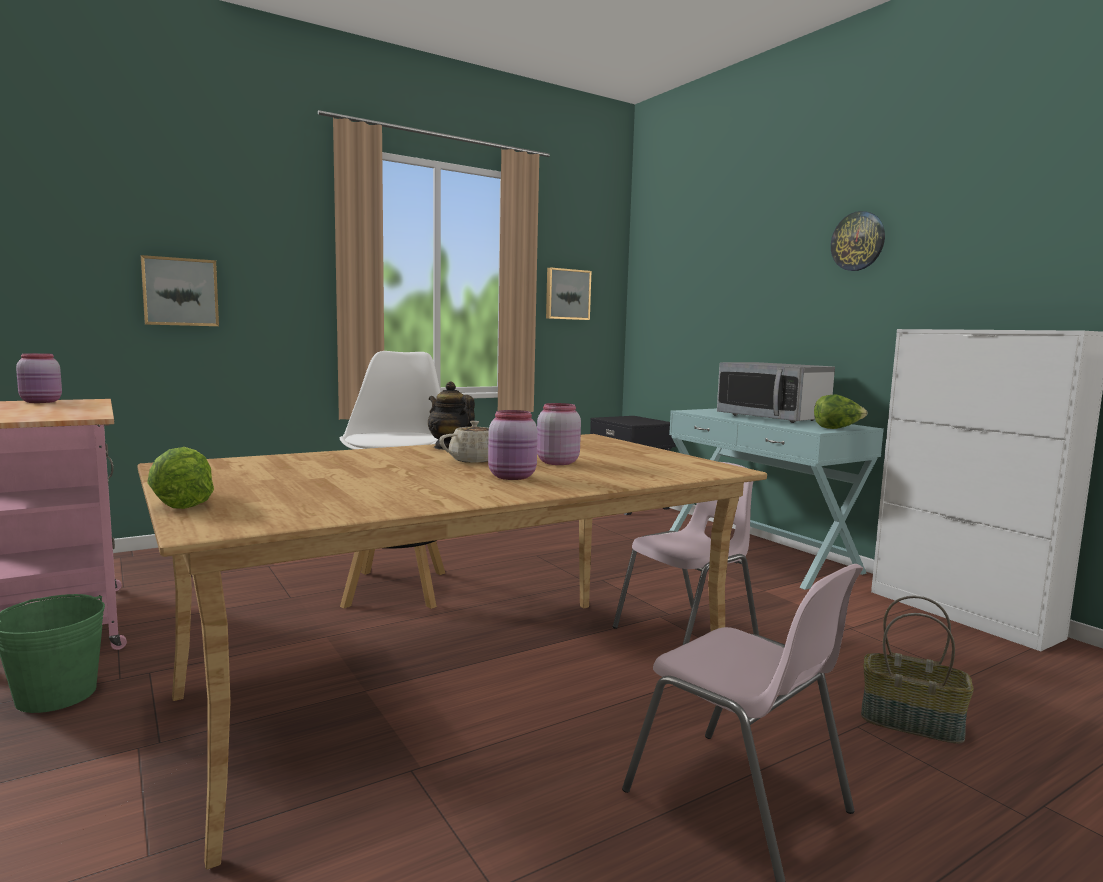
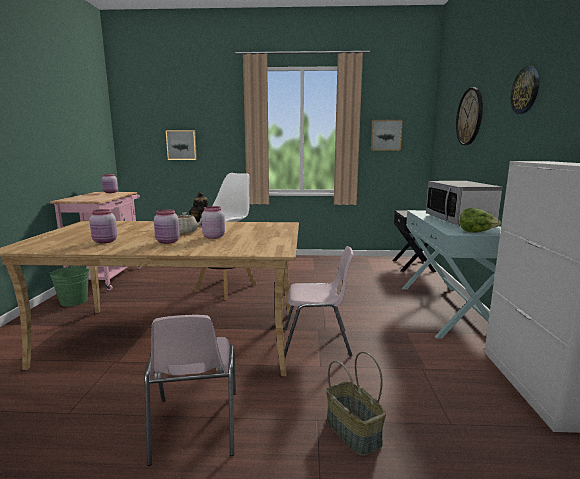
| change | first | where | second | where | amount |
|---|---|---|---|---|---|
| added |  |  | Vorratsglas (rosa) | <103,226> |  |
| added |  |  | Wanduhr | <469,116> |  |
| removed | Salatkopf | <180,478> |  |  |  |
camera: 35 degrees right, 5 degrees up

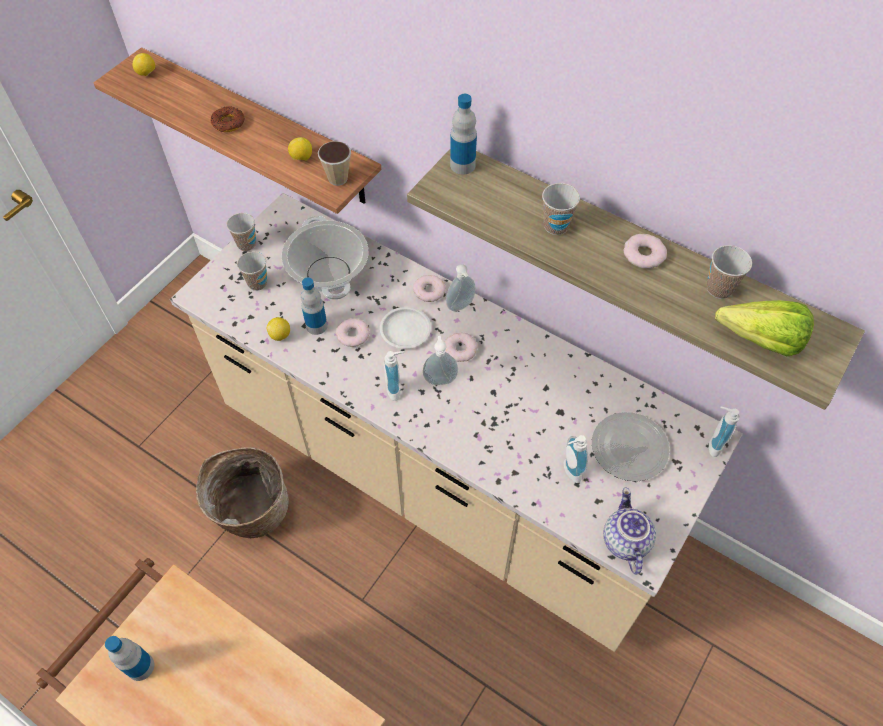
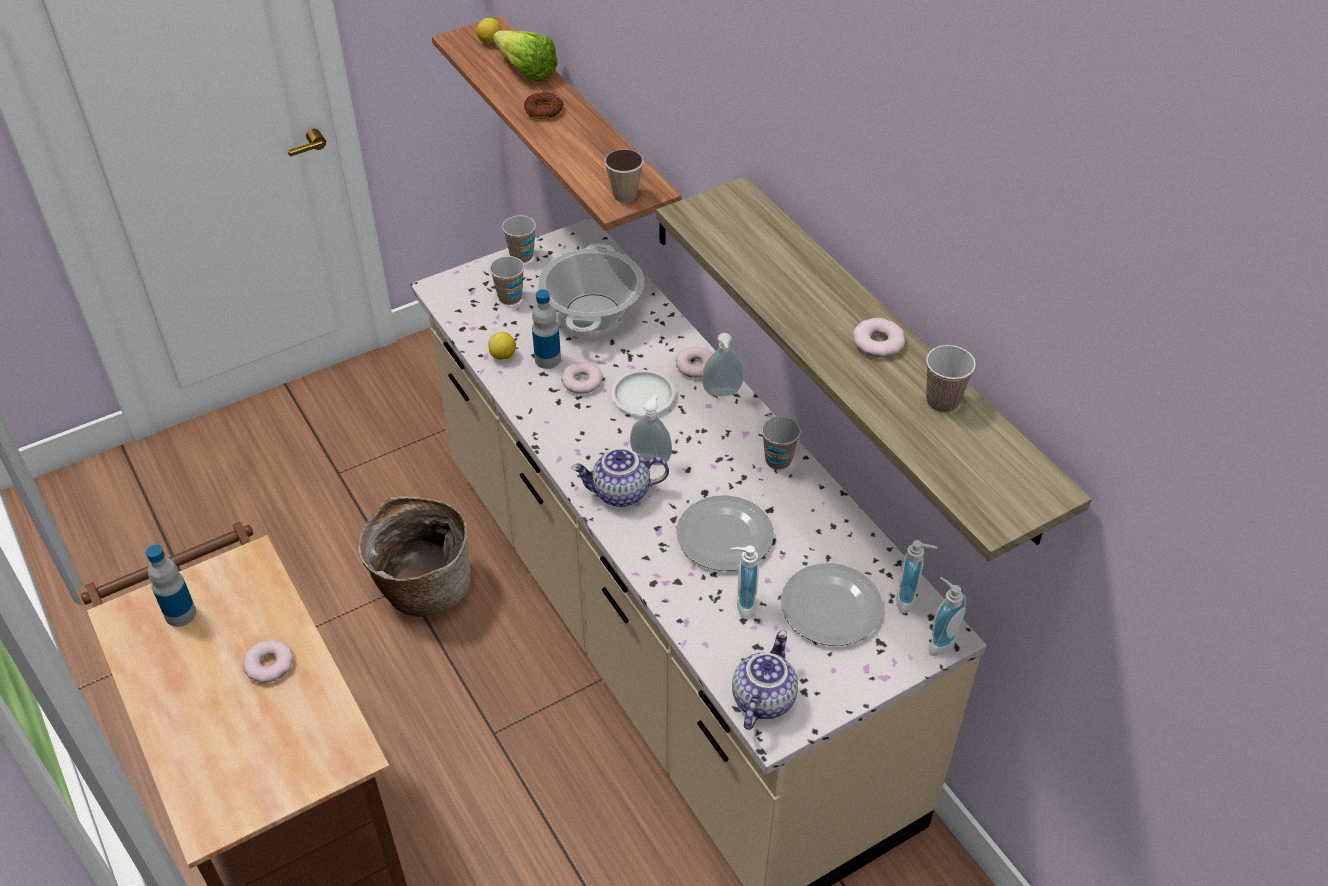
| change | first | where | second | where | amount |
|---|---|---|---|---|---|
| moved | Donut | <461,347> |  | <268,661> |  |
| moved | Salatkopf | <764,328> |  | <525,55> |  |
| added |  |  | Teekanne | <620,477> |  |
| added |  |  | Teller | <725,533> |  |
| moved | Tasse | <561,209> |  | <781,443> |  |
| moved | Seifenspender | <394,376> |  | <916,577> |  |
| removed | Zitrone | <300,148> |  |  |  |
| removed | Flasche | <463,134> |  |  |  |
camera: 25 degrees right, 10 degrees down

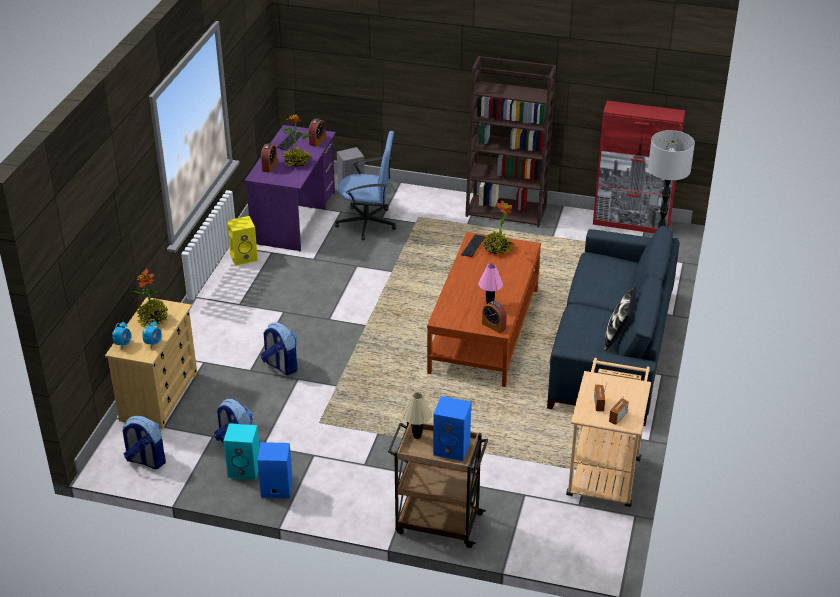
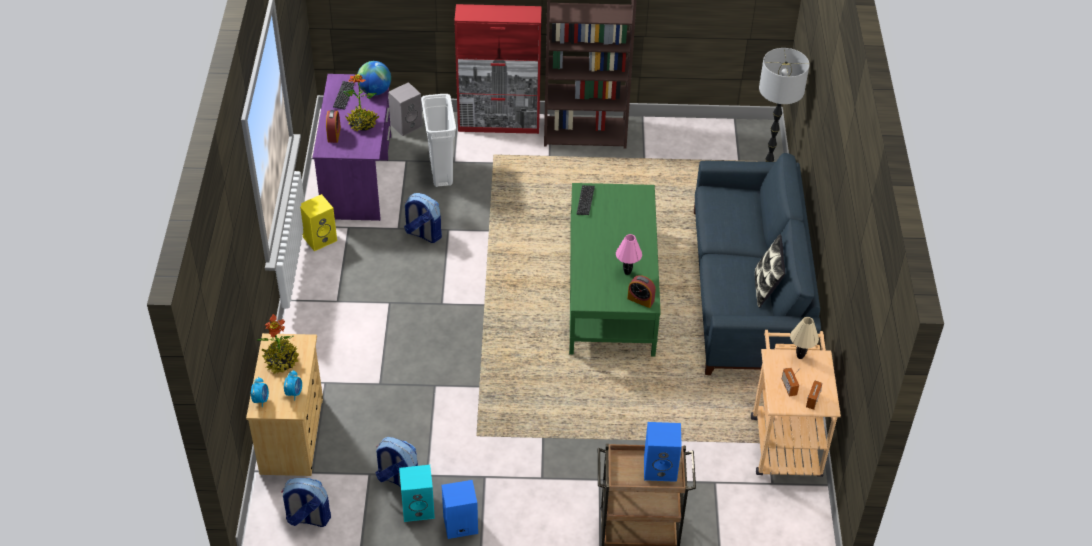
| change | first | where | second | where | amount |
|---|---|---|---|---|---|
| replaced | Wecker | <317,132> | Globus | <374,78> |  |
| moved | Rucksack | <279,348> |  | <423,218> |  |
| replaced | Bürostuhl (blau) | <365,185> | Mülleimer (weiß) | <438,140> |  |
| moved | Schrank (rot) | <639,167> |  | <498,69> |  |
| recoloured | Couchtisch (braun) | <484,309> | Couchtisch (grün) | <615,269> |  |
| moved | Tischlampe (beige) | <417,415> |  | <804,338> |  |
| removed | Topfpflanze | <497,227> |  |  |  |
camera: 15 degrees left, 10 degrees up

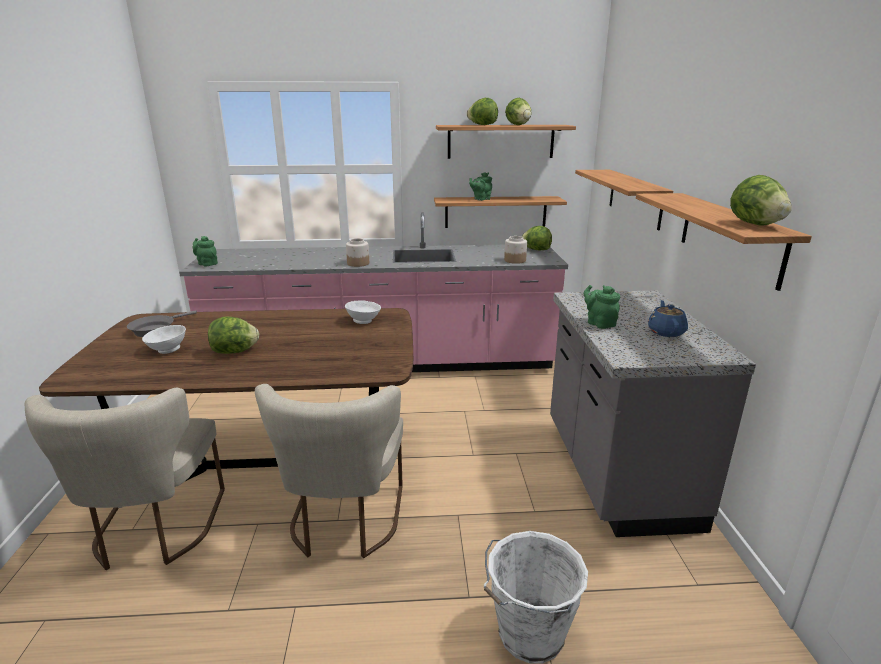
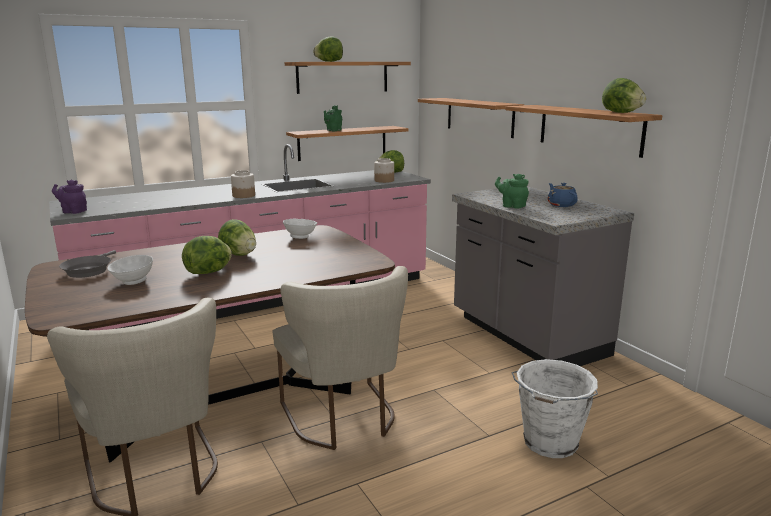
| change | first | where | second | where | amount |
|---|---|---|---|---|---|
| recoloured | Teekanne (grün) | <205,251> | Teekanne (lila) | <69,197> |  |
| moved | Salatkopf | <518,111> |  | <237,237> |  |
camera: 25 degrees left, 5 degrees down

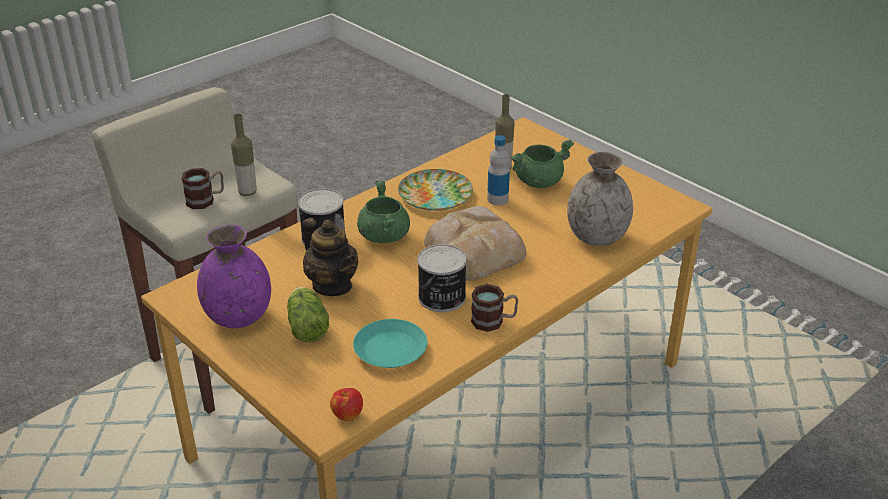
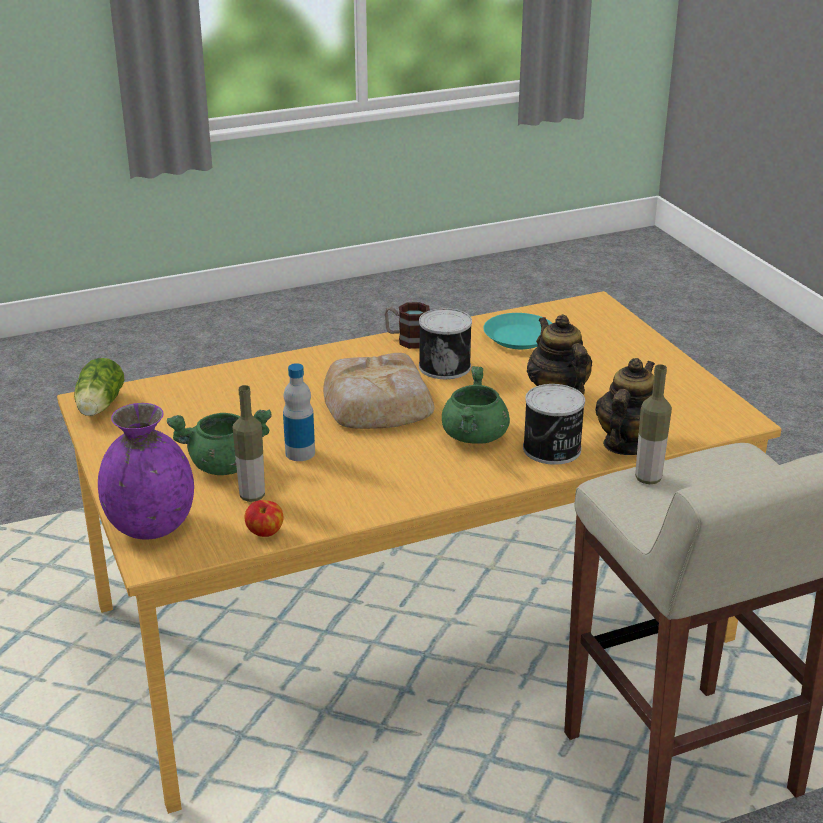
| change | first | where | second | where | amount |
|---|---|---|---|---|---|
| moved | Salatkopf | <308,315> |  | <99,387> |  |
| moved | Vase (lila) | <234,276> |  | <146,471> |  |
| moved | Apfel | <346,404> |  | <264,518> |  |
| added |  |  | Teekanne | <625,406> |  |
| removed | Henkelbecher | <203,188> |  |  |  |
| removed | Teller | <435,190> |  |  |  |
| removed | Vase (grau) | <600,199> |  |  |  |
camera: 160 degrees left, 5 degrees down

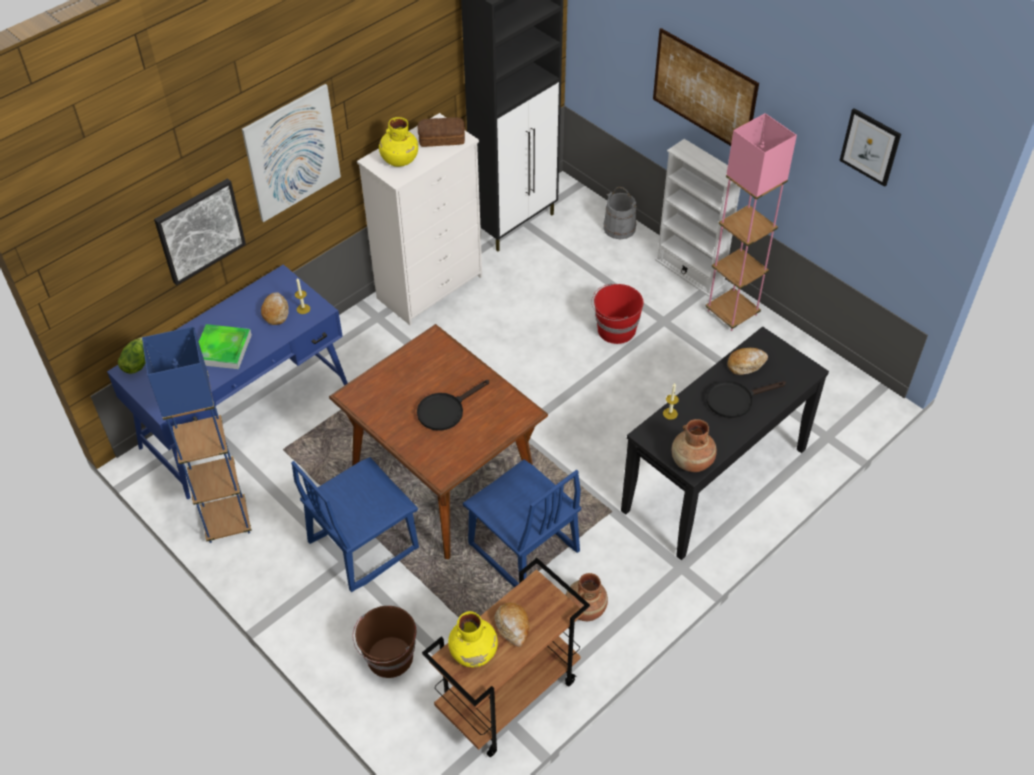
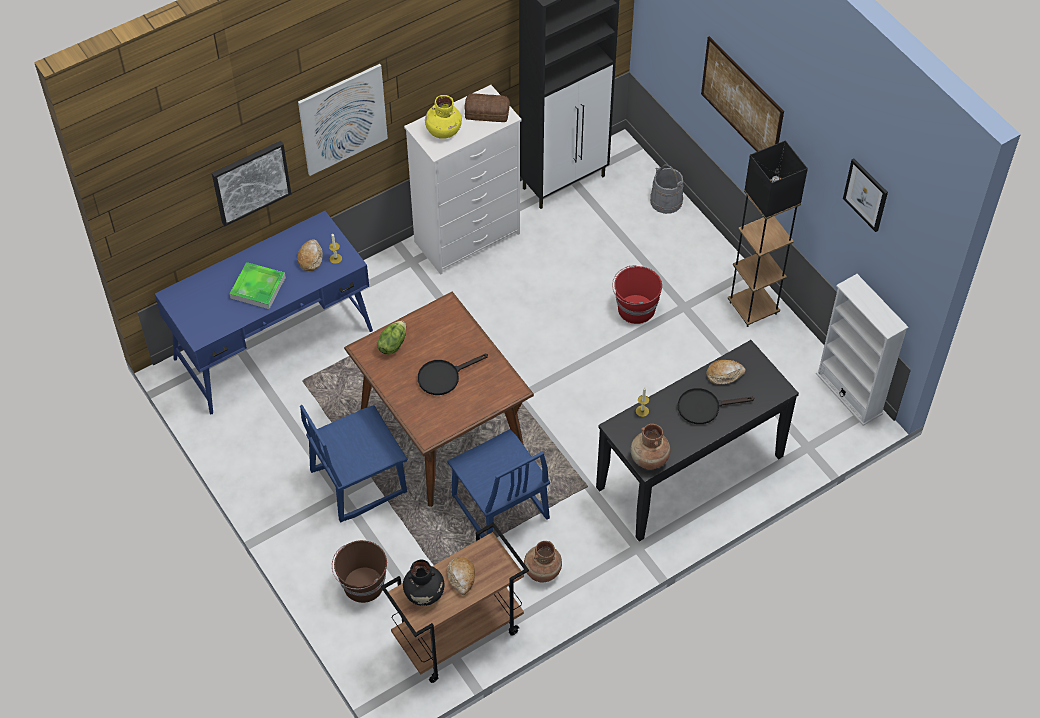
| change | first | where | second | where | amount |
|---|---|---|---|---|---|
| moved | Salatkopf | <131,355> |  | <391,338> |  |
| recoloured | Vase (gelb) | <473,639> | Vase (schwarz) | <423,583> |  |
| recoloured | Stehlampe (rosa) | <751,222> | Stehlampe (schwarz) | <768,233> |  |
| moved | Bücherregal (weiß) | <697,218> |  | <862,350> |  |
| removed | Stehlampe (blau) | <196,434> |  |  |  |
camera: 10 degrees right, 5 degrees up

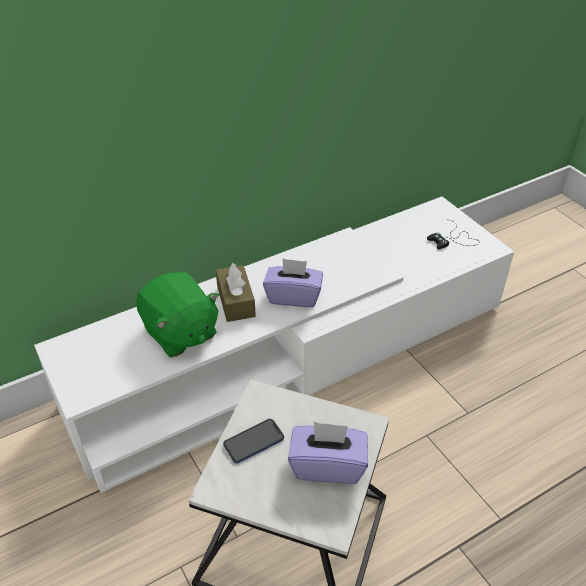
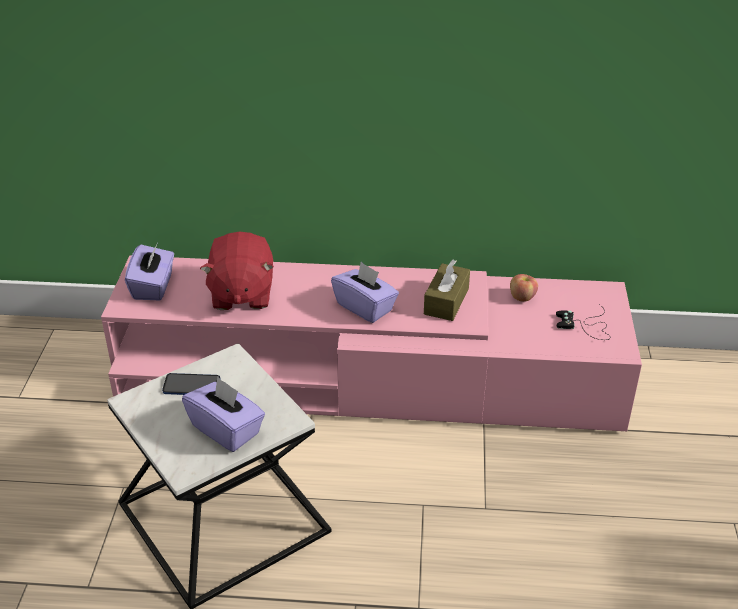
| change | first | where | second | where | amount |
|---|---|---|---|---|---|
| recoloured | Fernsehschrank (weiß) | <274,344> | Fernsehschrank (rosa) | <371,343> |  |
| added |  |  | Taschentuchbox (lila) | <149,272> |  |
| recoloured | Plüschtier (grün) | <177,315> | Plüschtier (rot) | <237,271> |  |
| moved | Taschentuchbox (braun) | <236,292> |  | <447,290> |  |
| added |  |  | Apfel | <524,288> |  |
camera: 35 degrees right, 5 degrees down

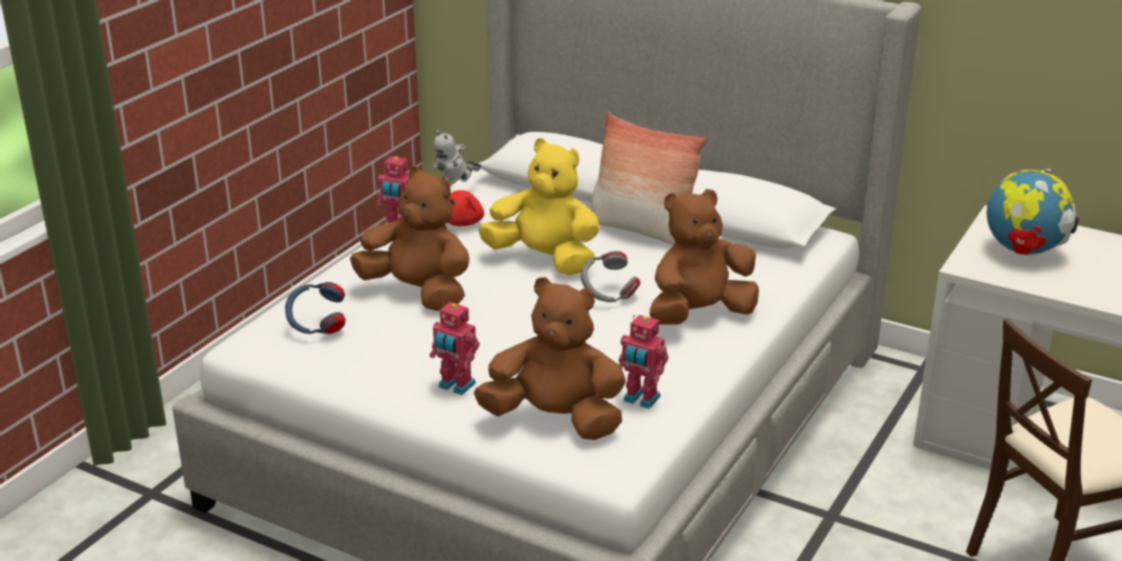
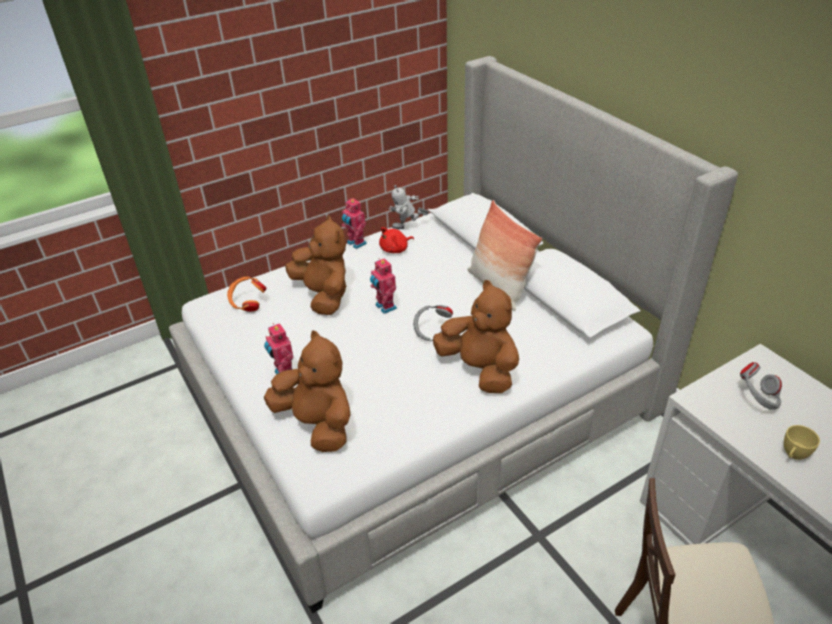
| change | first | where | second | where | amount |
|---|---|---|---|---|---|
| recoloured | Kopfhörer (blau) | <315,308> | Kopfhörer (orange) | <246,294> |  |
| moved | Spielzeugroboter | <643,362> |  | <383,286> |  |
| turned | Plüschtier (braun) | <704,256> |  | <476,336> | 45 degrees clockwise |
| replaced | Globus | <1033,212> | Kopfhörer (grau) | <761,386> |  |
| added |  |  | Tasse (gelb) | <802,442> |  |
| removed | Plüschtier (gelb) | <539,206> |  |  |  |
camera: 30 degrees right, 10 degrees up

